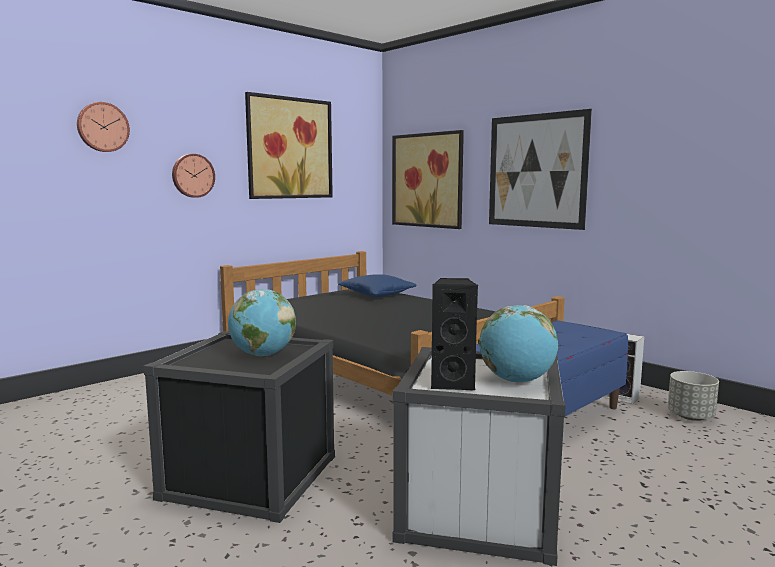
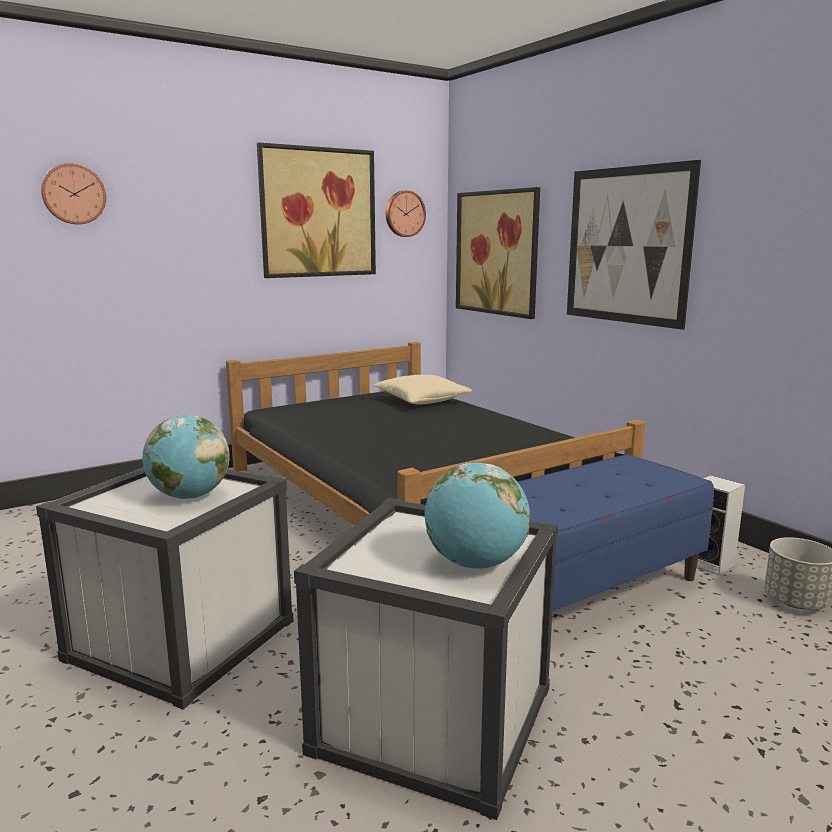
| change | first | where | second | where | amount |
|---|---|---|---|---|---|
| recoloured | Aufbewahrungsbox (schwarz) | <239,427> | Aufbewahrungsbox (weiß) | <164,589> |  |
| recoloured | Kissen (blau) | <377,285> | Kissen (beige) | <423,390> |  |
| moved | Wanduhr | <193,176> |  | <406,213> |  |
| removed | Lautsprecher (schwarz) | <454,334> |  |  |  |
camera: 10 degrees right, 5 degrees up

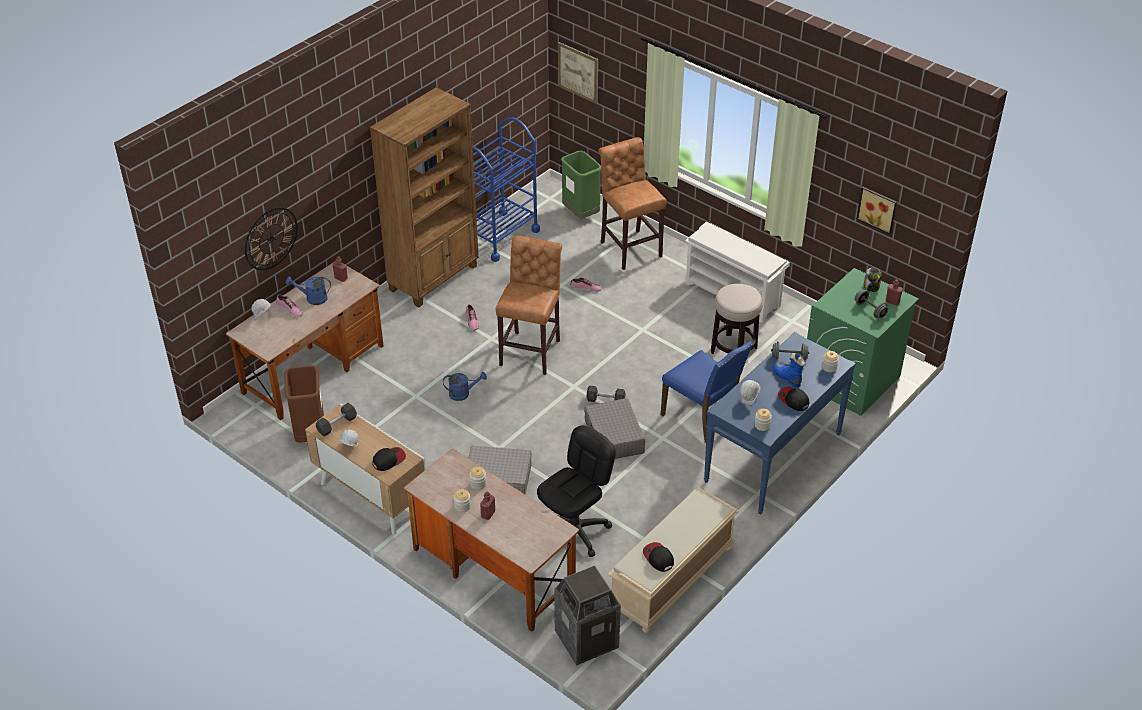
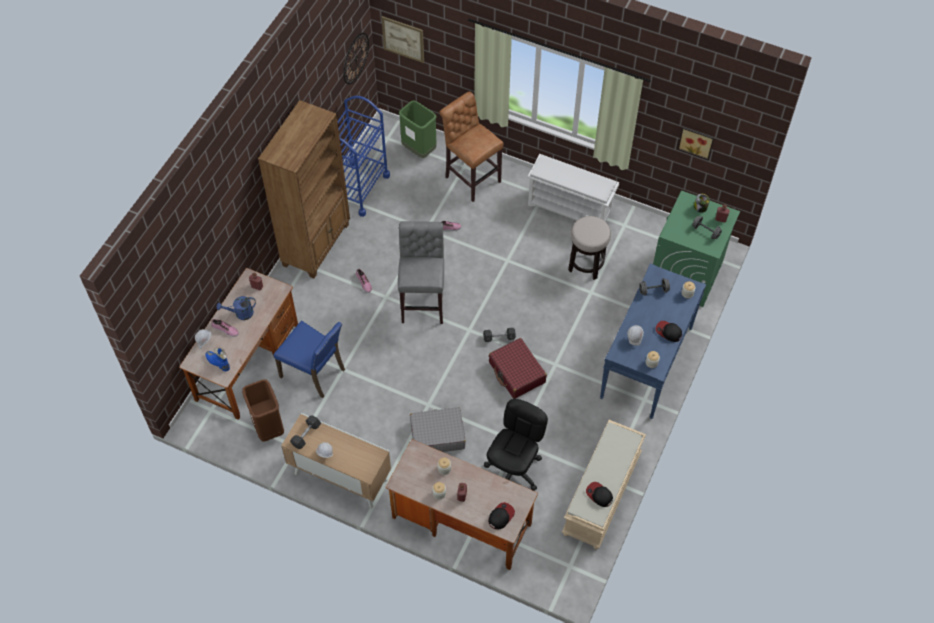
| change | first | where | second | where | amount |
|---|---|---|---|---|---|
| moved | Stiefel (blau) | <789,370> |  | <218,359> |  |
| moved | Stuhl (blau) | <707,392> |  | <309,359> |  |
| moved | Wanduhr | <271,238> |  | <356,59> |  |
| recoloured | Hocker (braun) | <529,305> | Hocker (grau) | <421,272> |  |
| moved | Kappe | <389,459> |  | <501,515> |  |
| recoloured | Koffer (grau) | <614,428> | Koffer (rot) | <518,368> |  |
| removed | Gießkanne (blau) | <465,386> |  |  |  |
| removed | Mülleimer | <587,615> |  |  |  |
camera: 15 degrees left, 15 degrees up

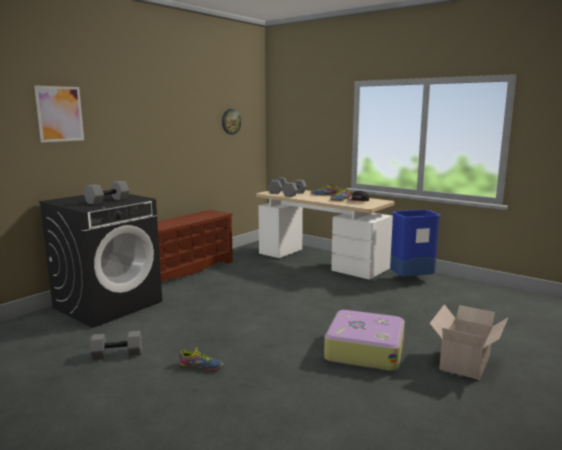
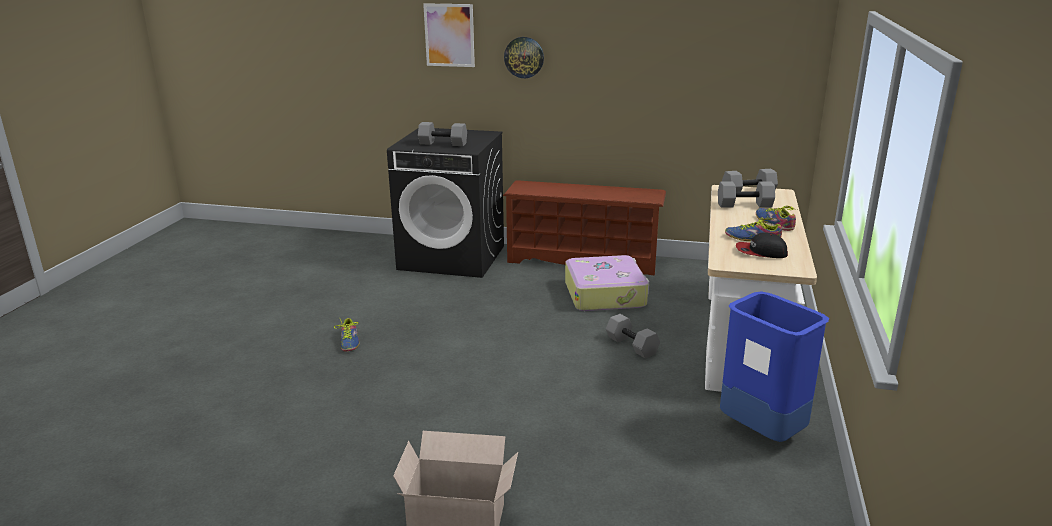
| change | first | where | second | where | amount |
|---|---|---|---|---|---|
| moved | Wanduhr | <231,122> |  | <524,57> |  |
| moved | Koffer | <364,340> |  | <607,283> |  |
| moved | Hantel (grau) | <116,345> |  | <633,336> |  |
camera: 65 degrees right, 10 degrees up

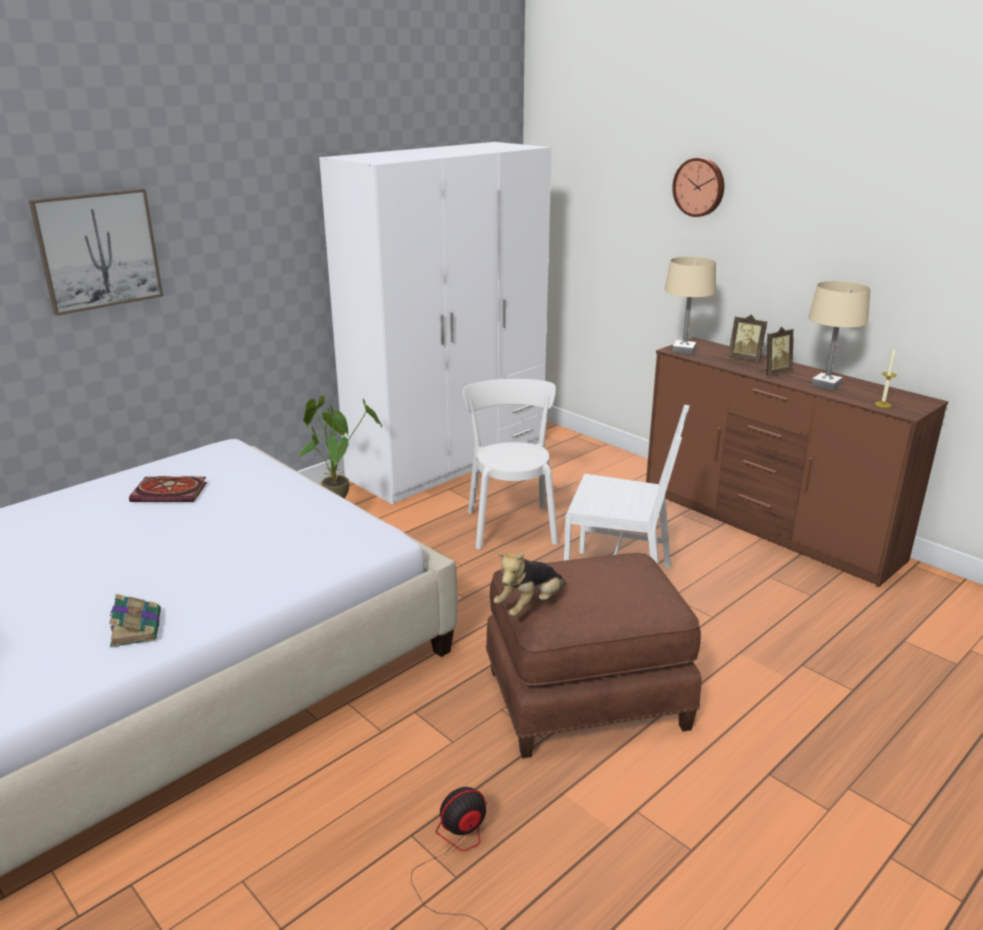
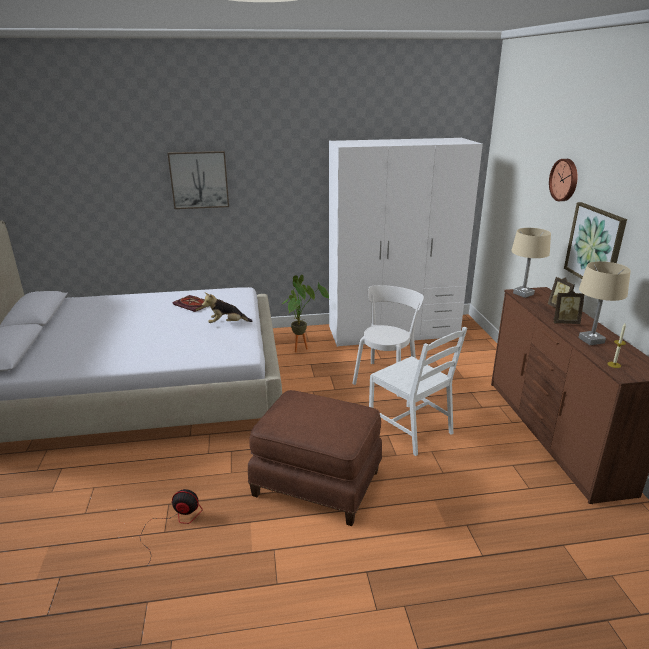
| change | first | where | second | where | amount |
|---|---|---|---|---|---|
| moved | Plüschtier | <530,584> |  | <227,307> |  |
| added |  |  | Bild | <595,240> |  |
| removed | Buch | <135,621> |  |  |  |
camera: 35 degrees right, 0 degrees up

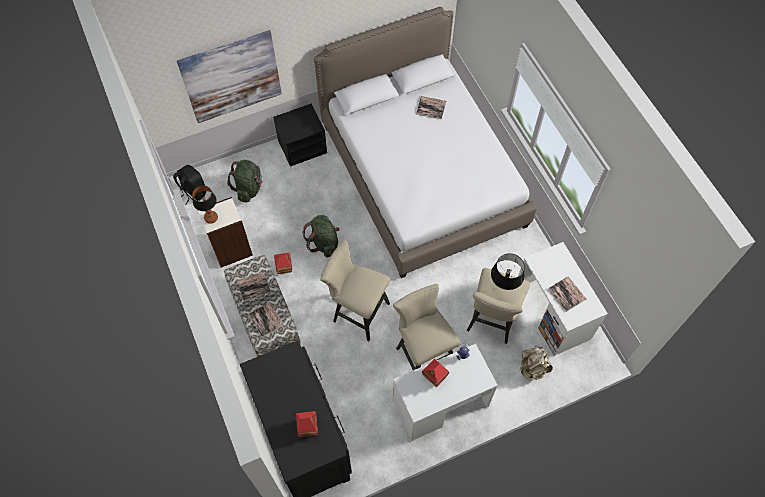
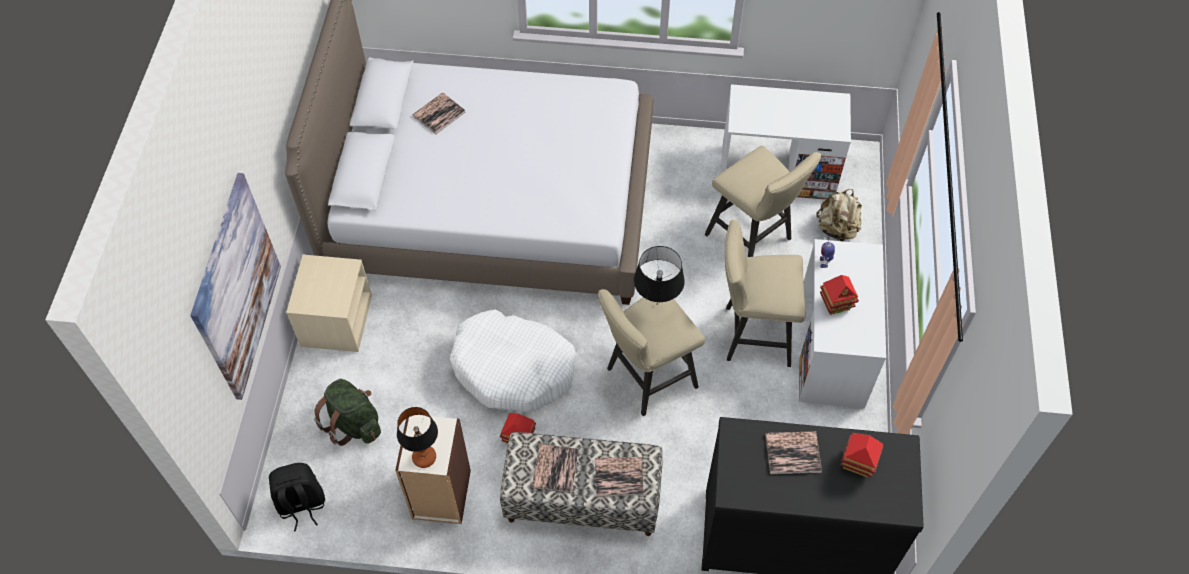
| change | first | where | second | where | amount |
|---|---|---|---|---|---|
| recoloured | Nachttisch (schwarz) | <300,135> | Nachttisch (beige) | <329,303> |  |
| replaced | Rucksack (grün) | <320,236> | Hundebett (weiß) | <513,360> |  |
| moved | Tischlampe (schwarz) | <508,271> |  | <659,275> |  |
| moved | Buch | <567,294> |  | <793,452> |  |
camera: 60 degrees left, 5 degrees down

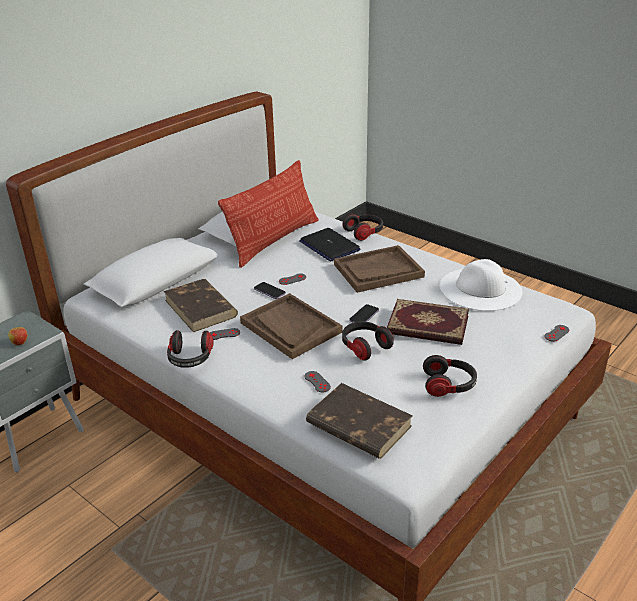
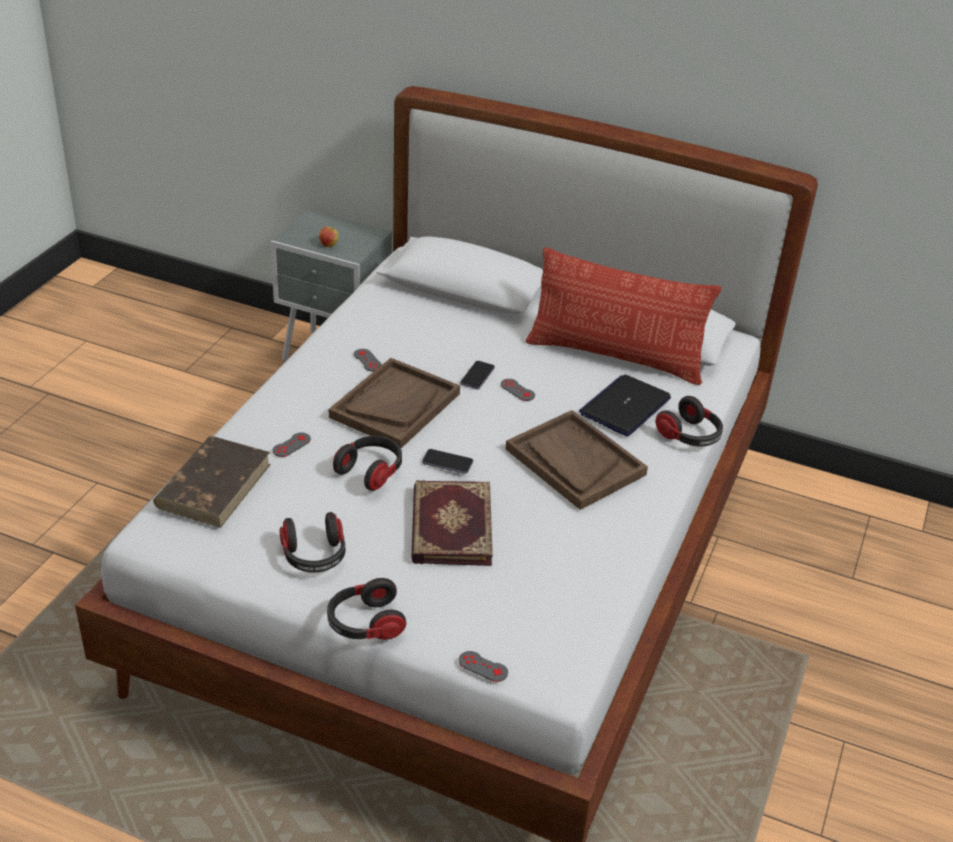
| change | first | where | second | where | amount |
|---|---|---|---|---|---|
| moved | Kopfhörer | <190,349> |  | <366,609> |  |
| removed | Buch (braun) | <201,305> |  |  |  |
| removed | Hut (weiß) | <480,285> |  |  |  |
camera: 70 degrees right, 5 degrees up

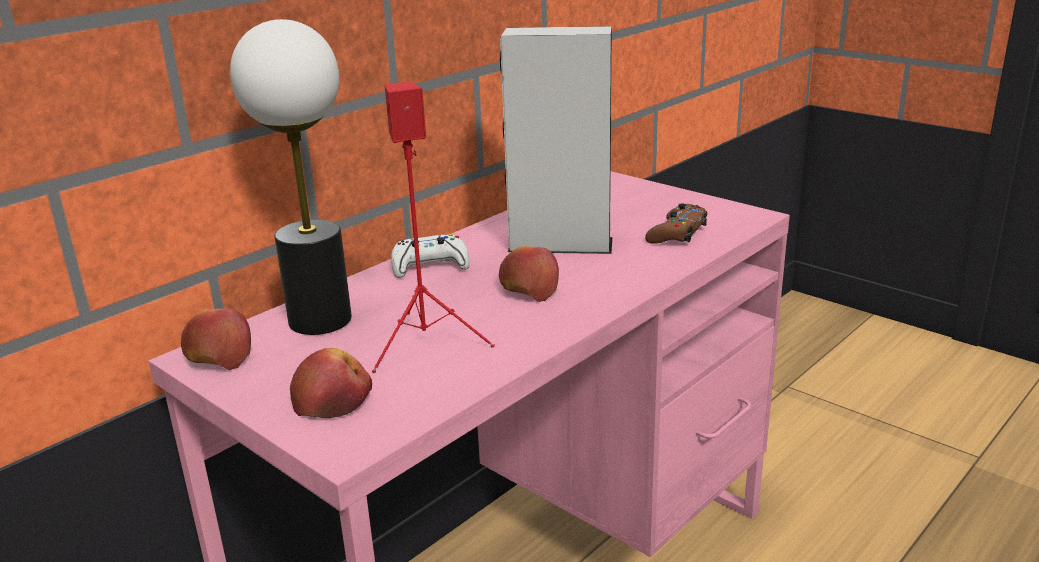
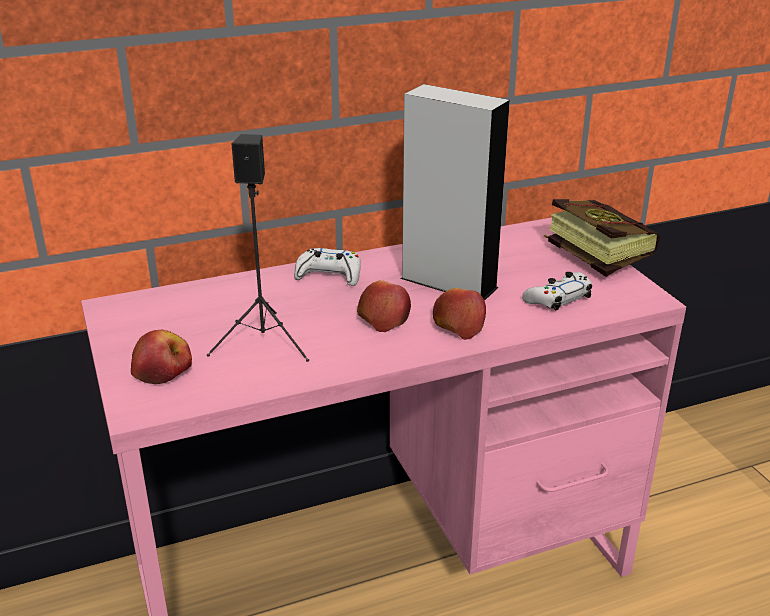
| change | first | where | second | where | amount |
|---|---|---|---|---|---|
| recoloured | Lautsprecher (rot) | <433,227> | Lautsprecher (schwarz) | <258,248> |  |
| moved | Apfel | <216,339> |  | <459,314> |  |
| recoloured | Gamepad (braun) | <676,223> | Gamepad (weiß) | <557,291> |  |
| added |  |  | Buch | <601,238> |  |
| removed | Tischlampe | <291,177> |  |  |  |
camera: 25 degrees right, 5 degrees up

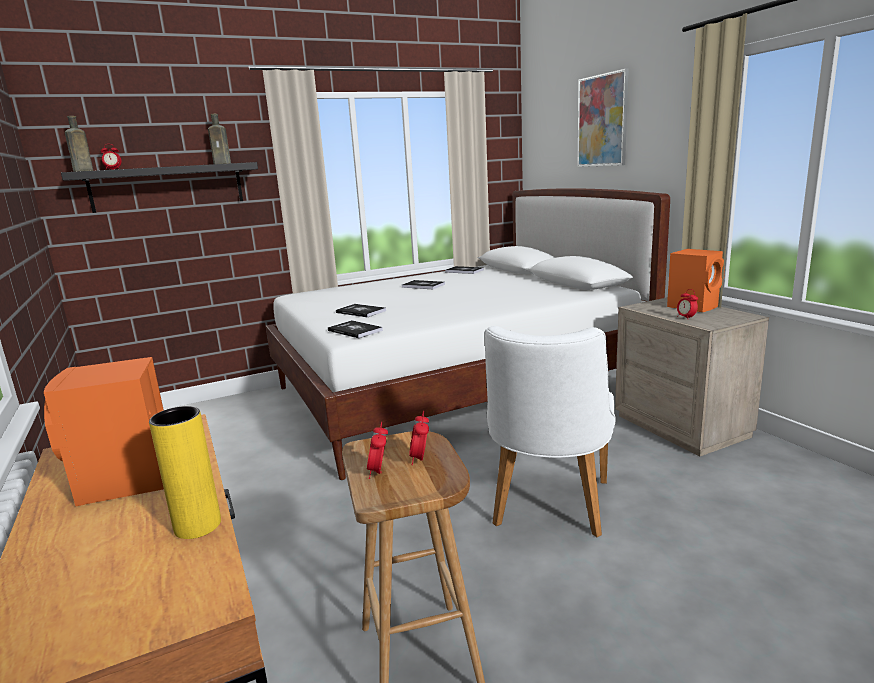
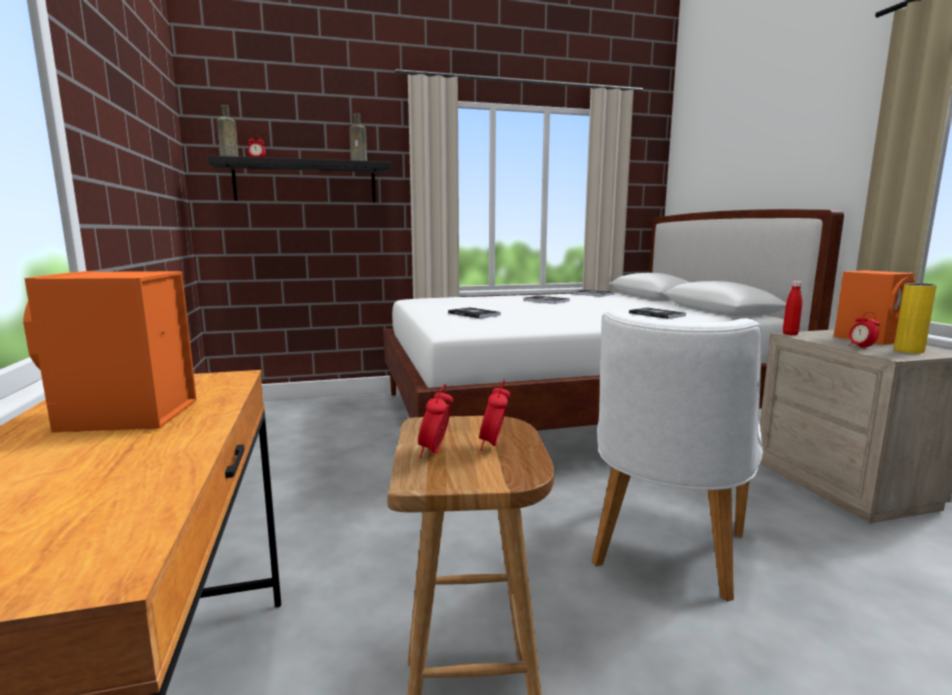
| change | first | where | second | where | amount |
|---|---|---|---|---|---|
| moved | Buch | <355,329> |  | <657,313> |  |
| added |  |  | Flasche (rot) | <792,308> |  |
| moved | Vase (gelb) | <185,472> |  | <915,318> |  |
| removed | Bild | <603,118> |  |  |  |
camera: 10 degrees right, 5 degrees down

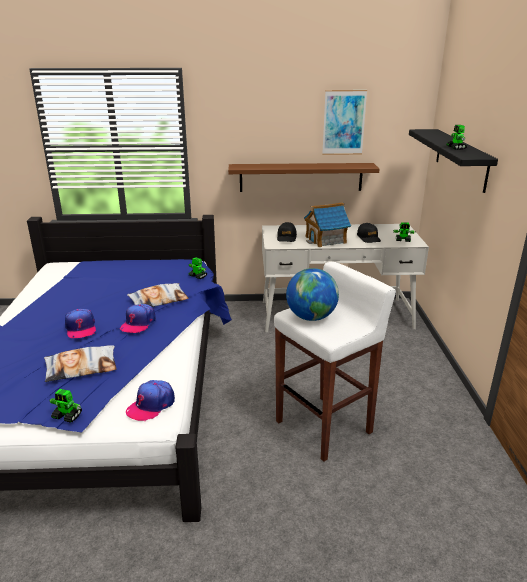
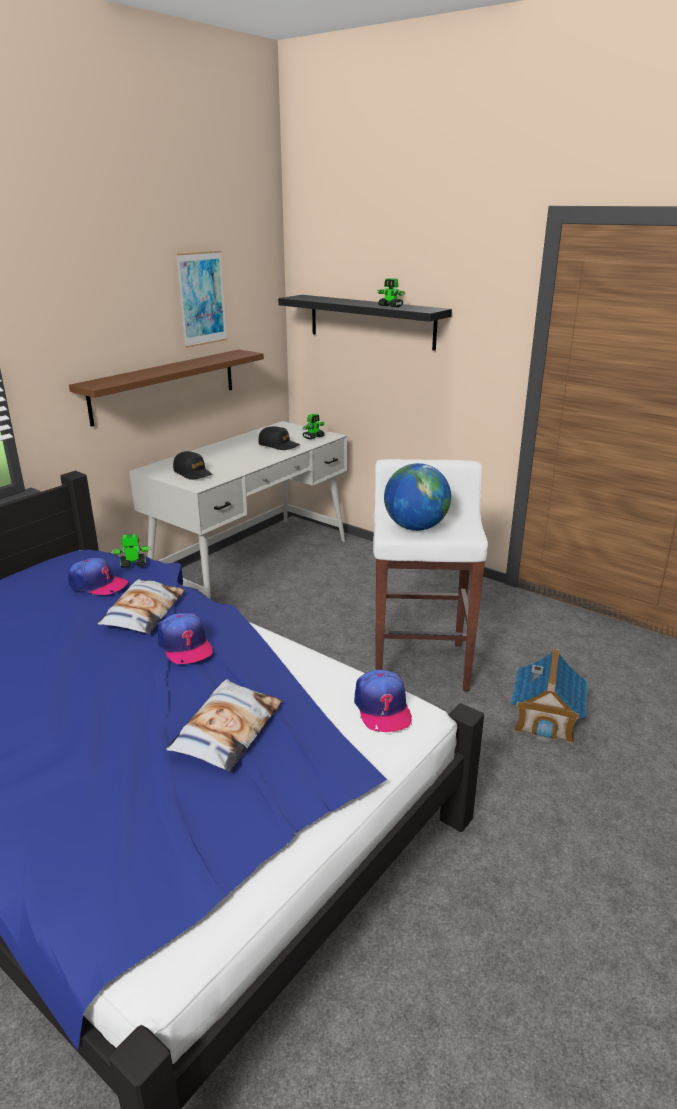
| change | first | where | second | where | amount |
|---|---|---|---|---|---|
| moved | Kappe | <80,323> |  | <98,576> |  |
| moved | Spielzeughaus | <327,224> |  | <549,696> |  |
| removed | Spielzeugroboter | <66,406> |  |  |  |
camera: 50 degrees left, 0 degrees up

